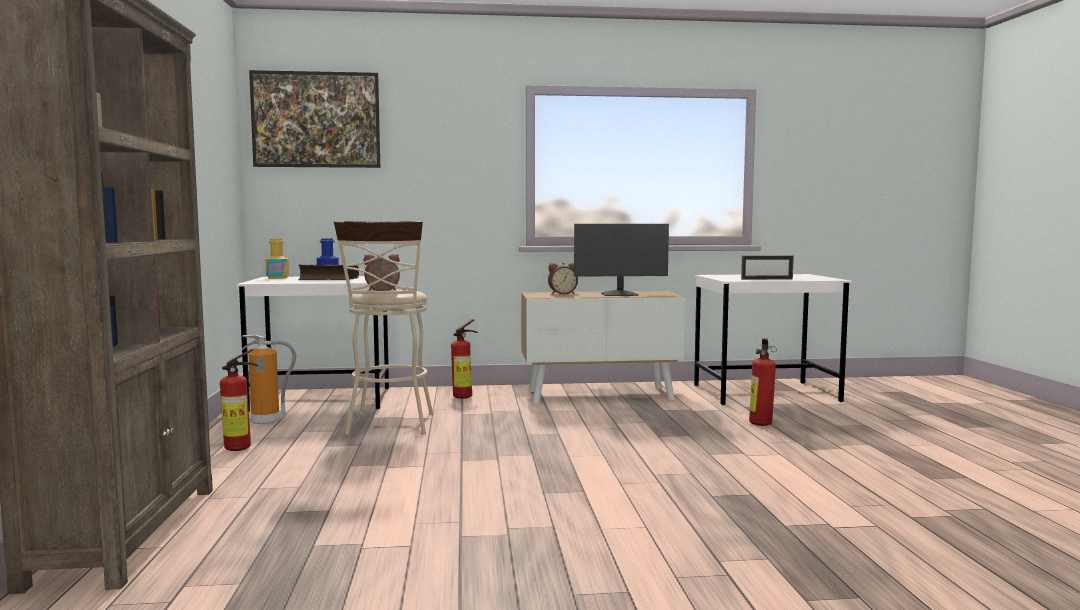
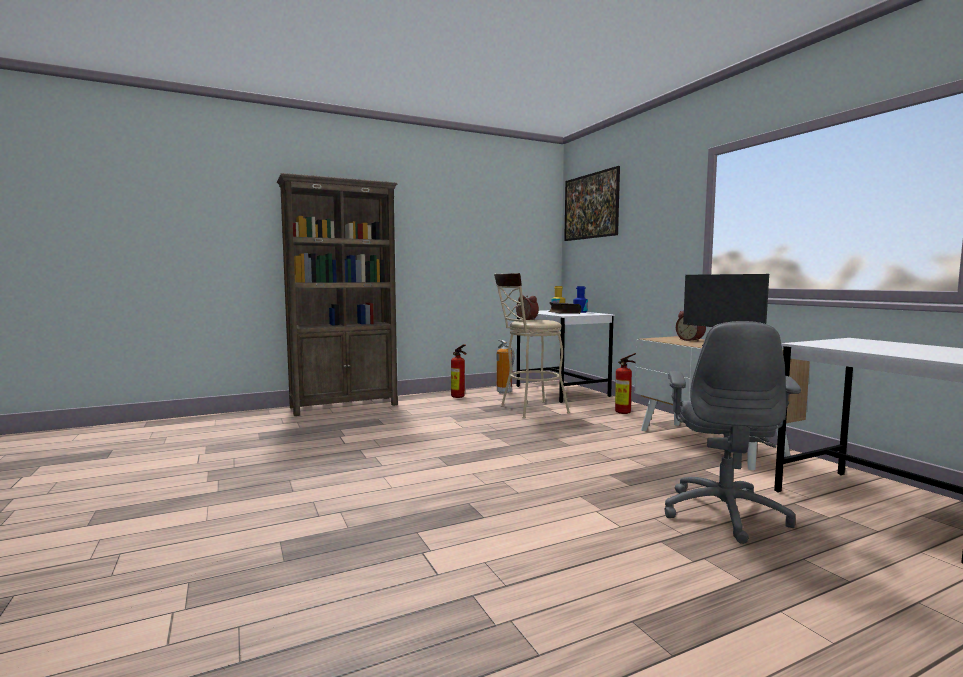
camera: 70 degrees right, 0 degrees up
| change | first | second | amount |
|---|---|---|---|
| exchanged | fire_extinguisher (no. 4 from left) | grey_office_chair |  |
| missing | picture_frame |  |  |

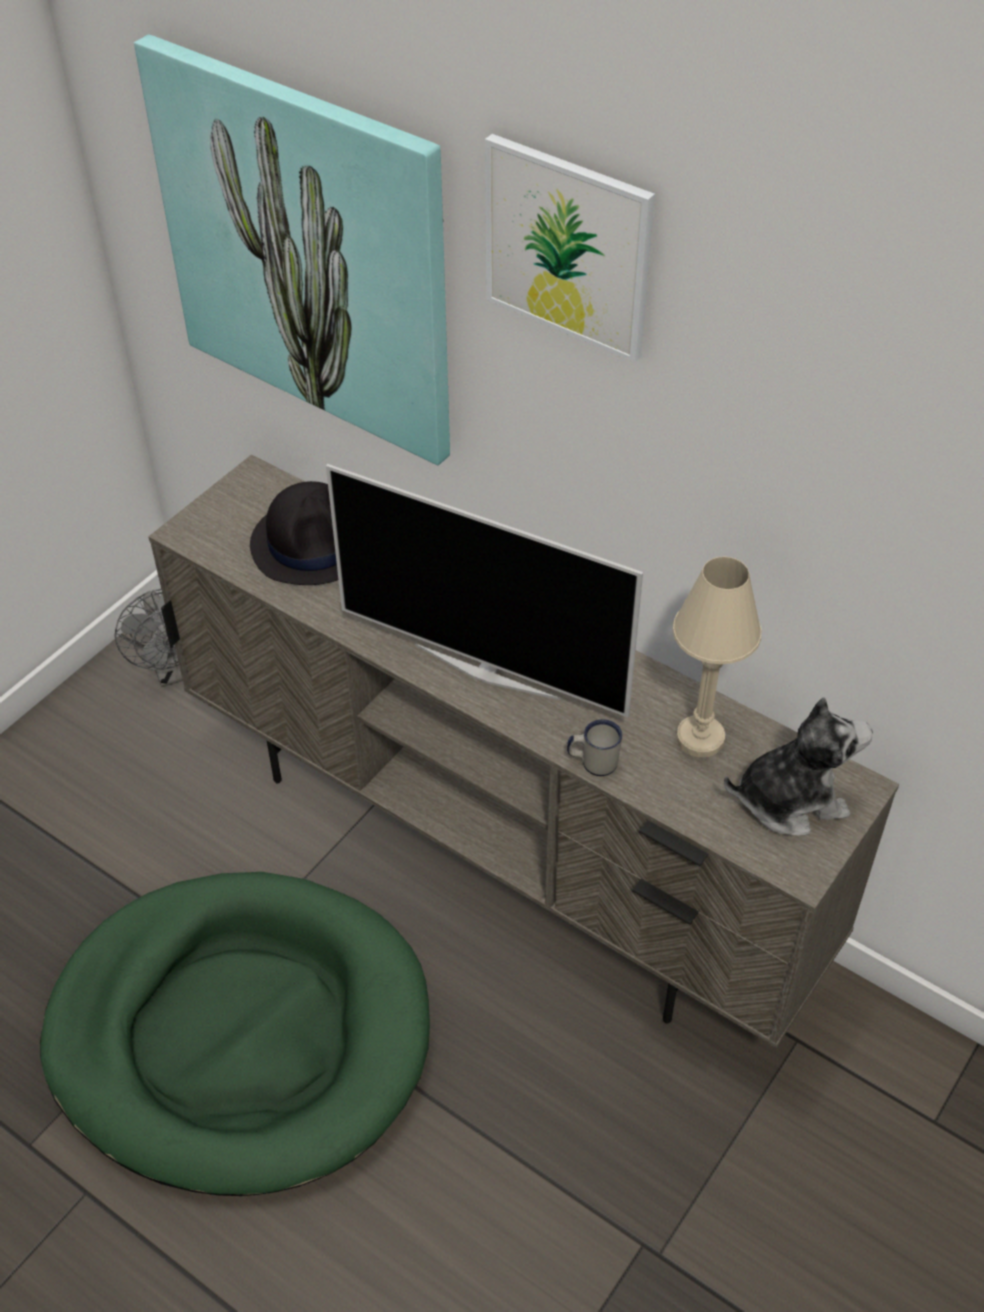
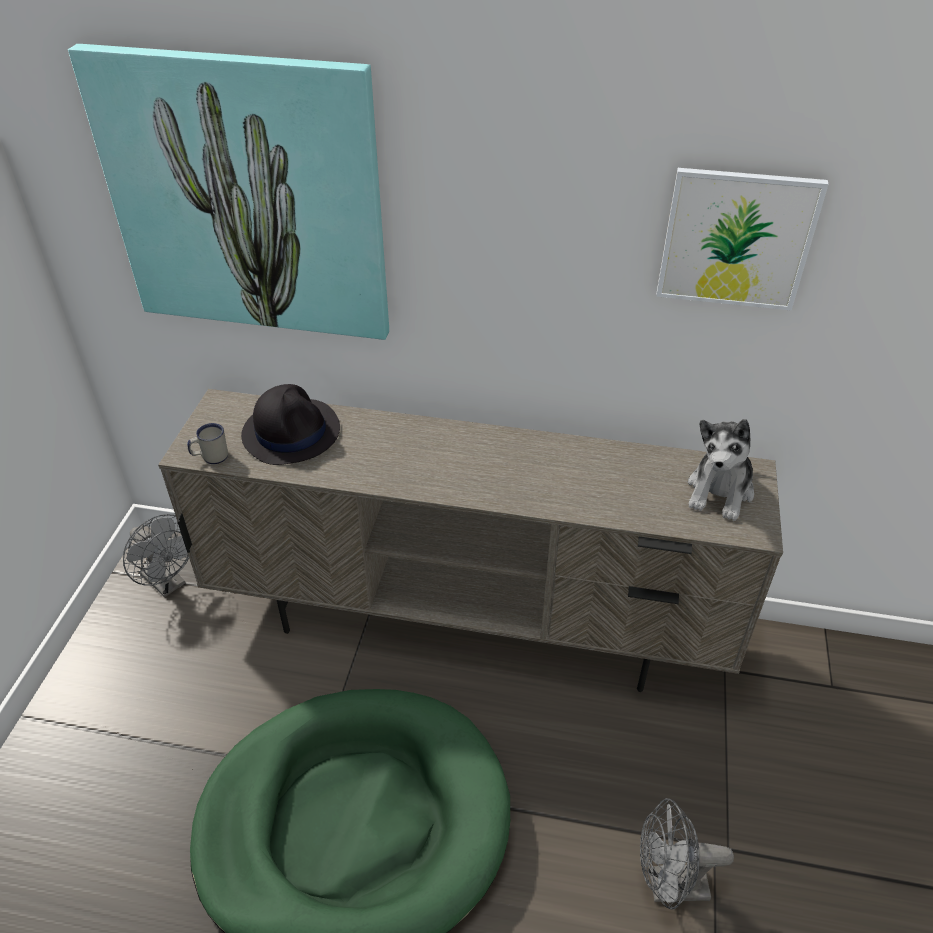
camera: 25 degrees left, 5 degrees down
| change | first | second | amount |
|---|---|---|---|
| relocated | white_mug |  |  |
| appeared |  | grey_fan (no. 2 from left) |  |
| relocated | picture (no. 2 from left) |  |  |
| spun | plush_toy |  | 150 degrees clockwise |
| missing | television |  |  |
| missing | beige_table_lamp |  |  |

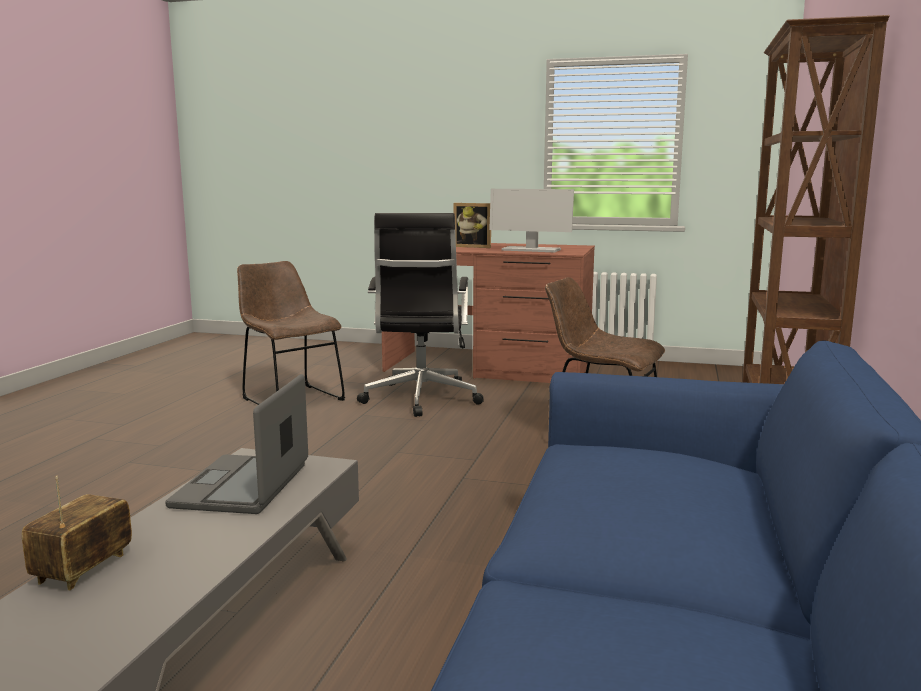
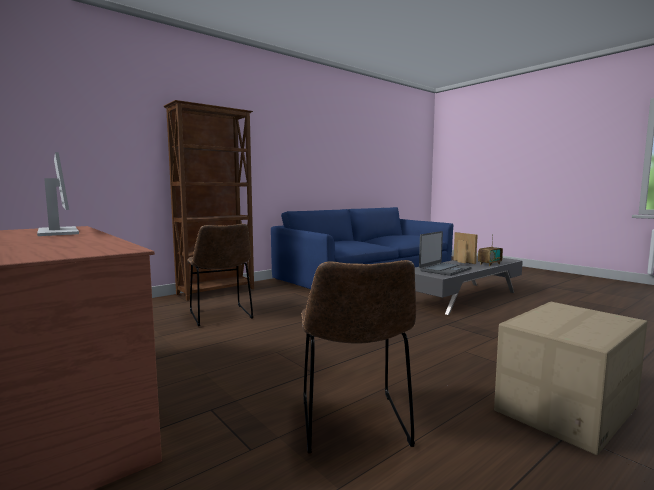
camera: 145 degrees left, 5 degrees down
| change | first | second | amount |
|---|---|---|---|
| relocated | picture_frame |  |  |
| appeared |  | cardboard_box |  |
| missing | black_office_chair |  |  |

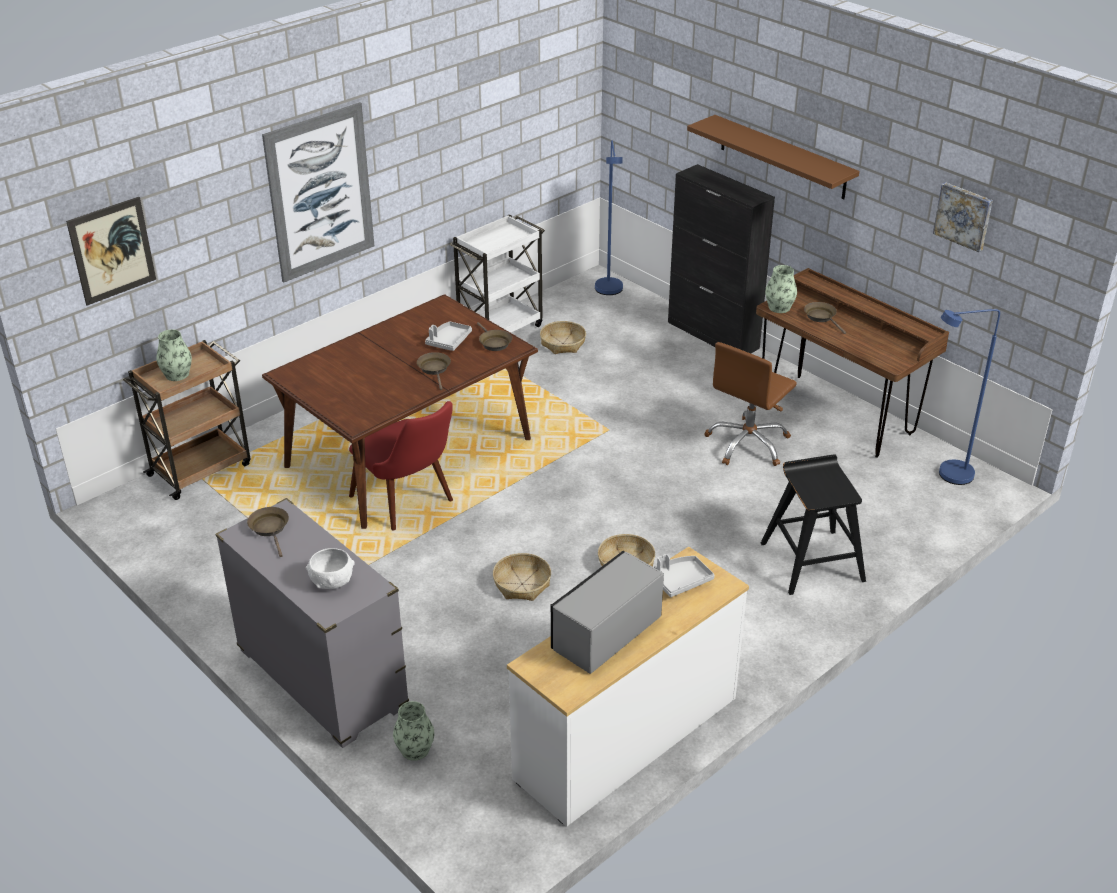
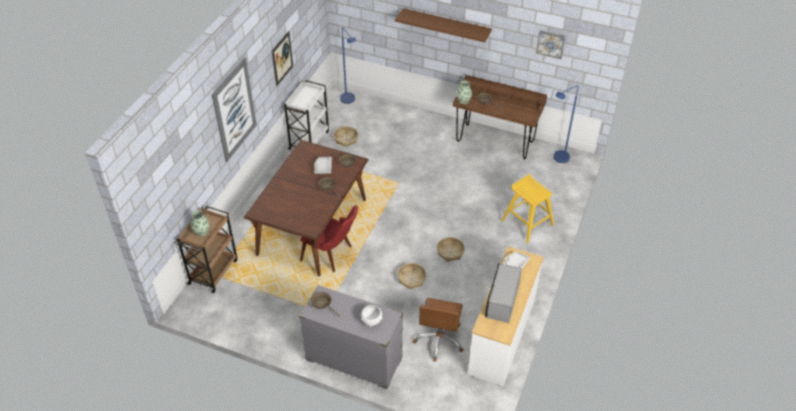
camera: 25 degrees left, 10 degrees up
| change | first | second | amount |
|---|---|---|---|
| relocated | picture (no. 1 from left in the first image) | picture (no. 2 from left) |  |
| relocated | brown_office_chair |  |  |
| colour | black_stool | yellow_stool |  |
| missing | vase (no. 2 from left) |  |  |
| missing | black_cabinet |  |  |

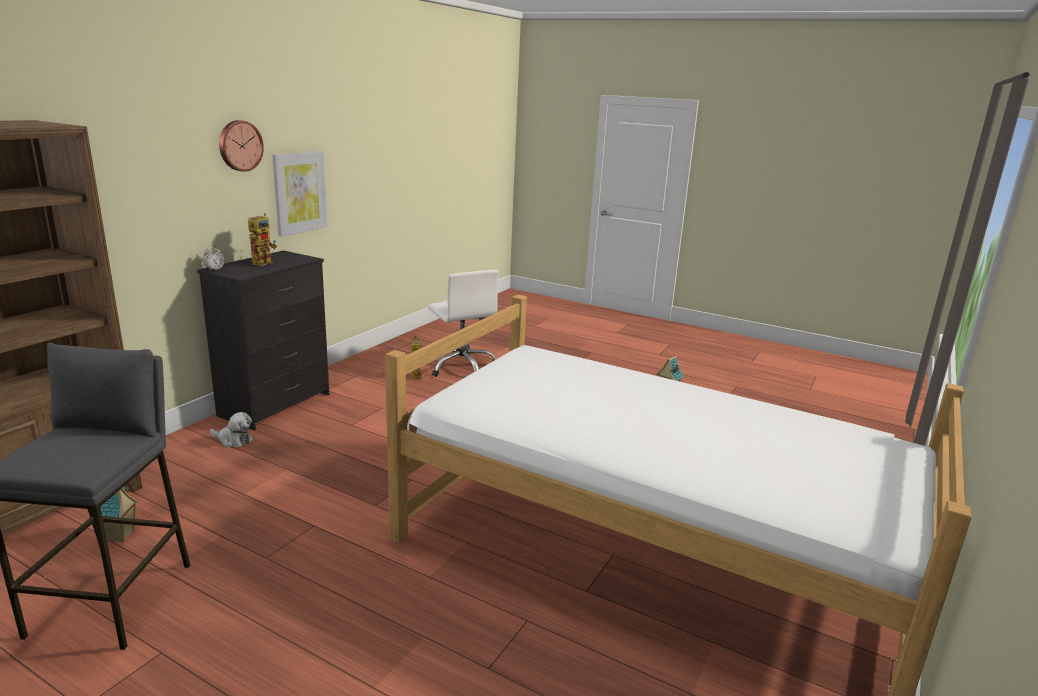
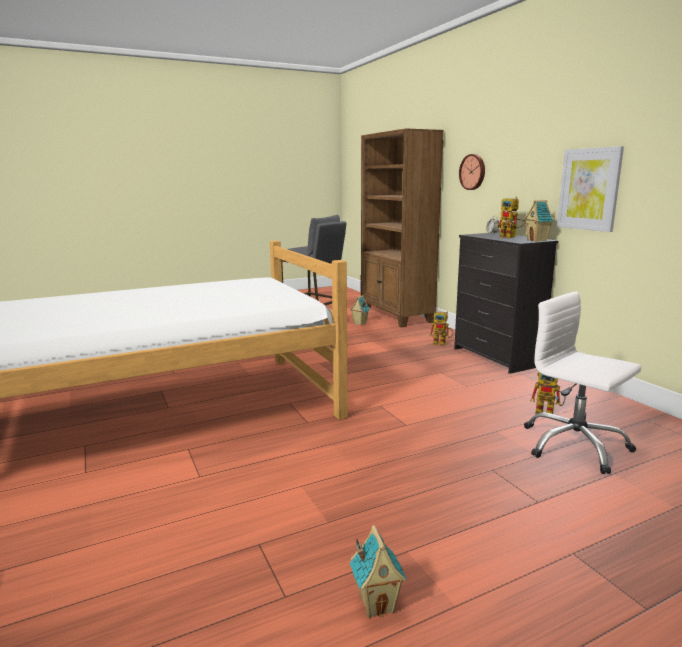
camera: 125 degrees right, 5 degrees down
| change | first | second | amount |
|---|---|---|---|
| exchanged | plush_toy | toy_robot (no. 1 from left) |  |
| relocated | wall_clock |  |  |
| appeared |  | toy_house (no. 3 from left) |  |
| spun | white_office_chair |  | 45 degrees clockwise |

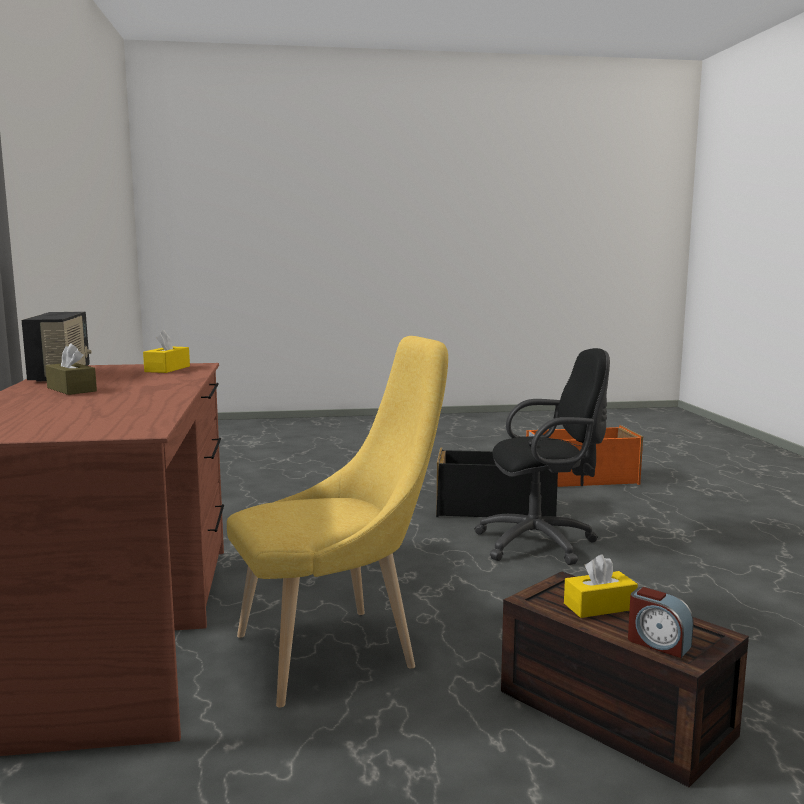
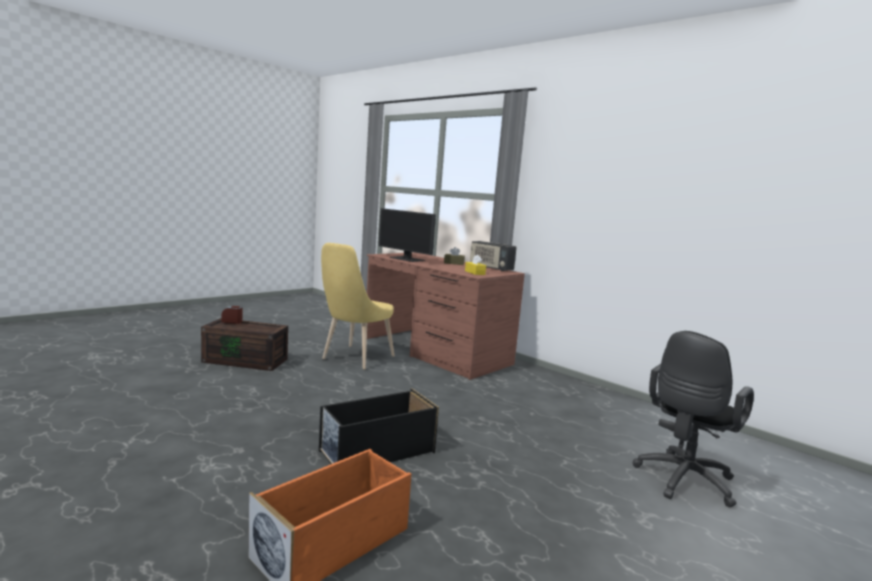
camera: 140 degrees right, 0 degrees up
| change | first | second | amount |
|---|---|---|---|
| appeared |  | monitor |  |
| relocated | black_office_chair |  |  |
| missing | yellow_tissue_box (no. 2 from left) |  |  |

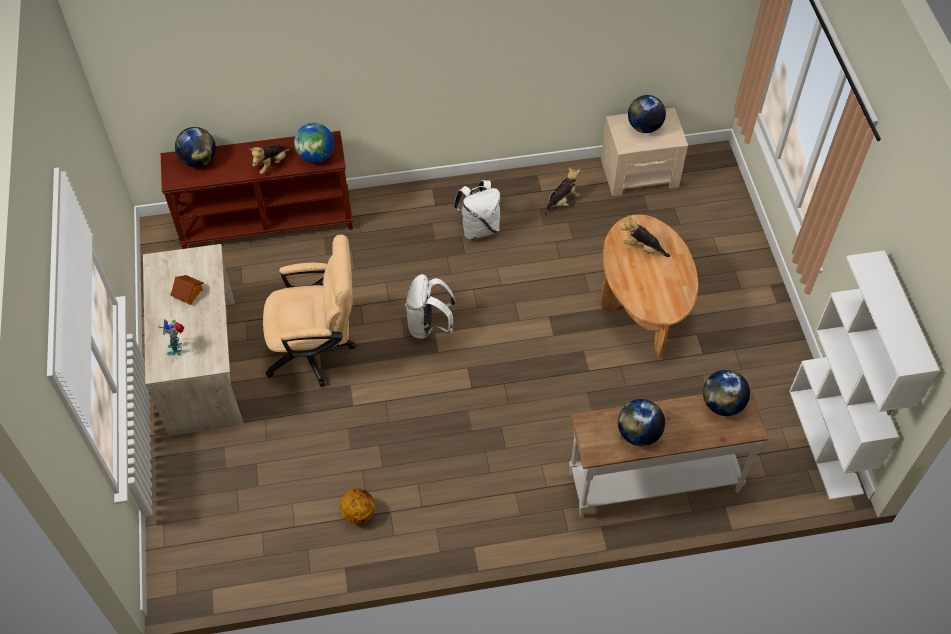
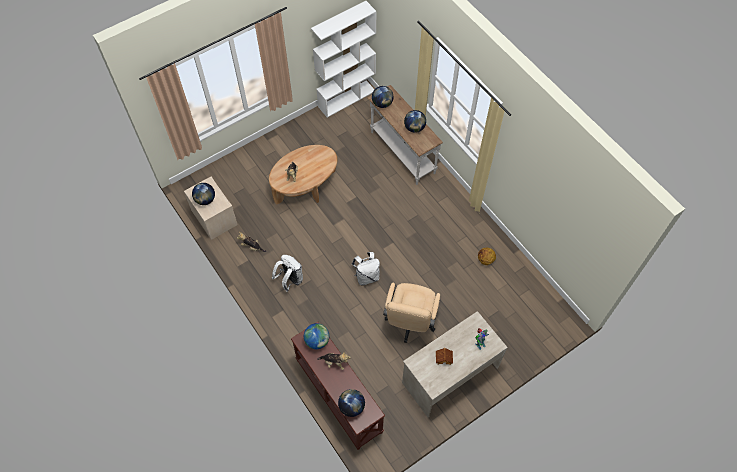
camera: 115 degrees left, 5 degrees up
| change | first | second | amount |
|---|---|---|---|
| spun | beige_office_chair |  | 135 degrees counterclockwise |

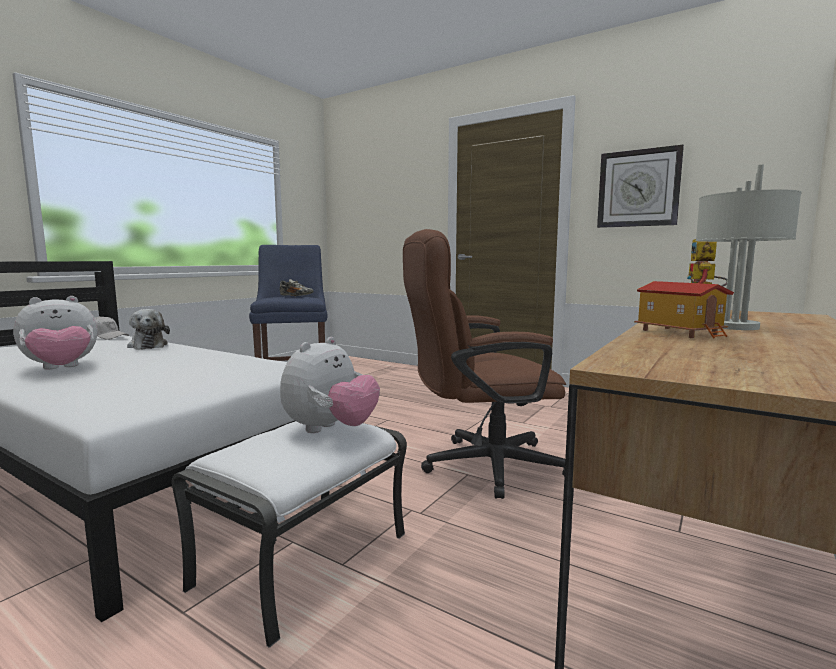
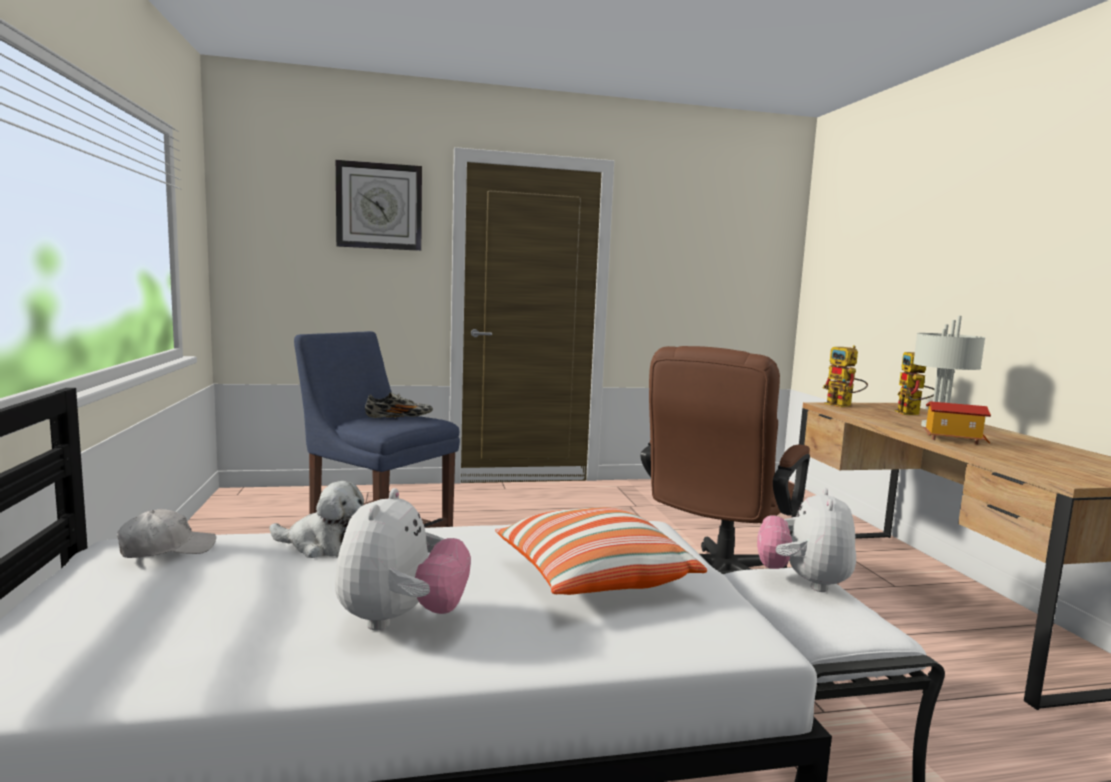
camera: 45 degrees left, 0 degrees up
| change | first | second | amount |
|---|---|---|---|
| relocated | wall_clock |  |  |
| appeared |  | pillow |  |
| spun | plush_toy (no. 3 from left) |  | 150 degrees counterclockwise |
| appeared |  | toy_robot (no. 2 from left) |  |

